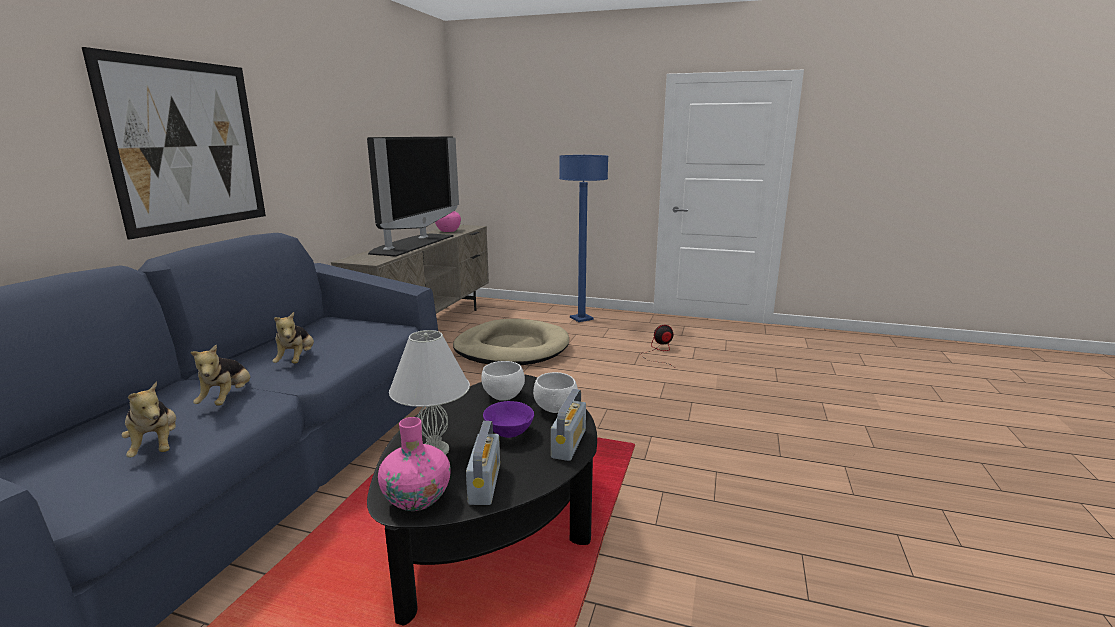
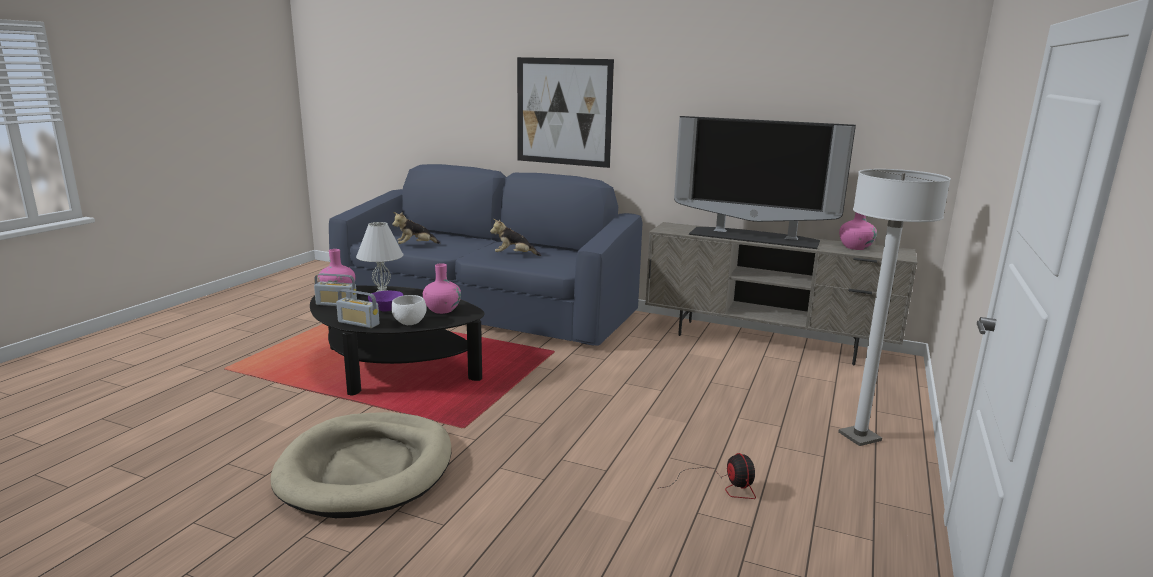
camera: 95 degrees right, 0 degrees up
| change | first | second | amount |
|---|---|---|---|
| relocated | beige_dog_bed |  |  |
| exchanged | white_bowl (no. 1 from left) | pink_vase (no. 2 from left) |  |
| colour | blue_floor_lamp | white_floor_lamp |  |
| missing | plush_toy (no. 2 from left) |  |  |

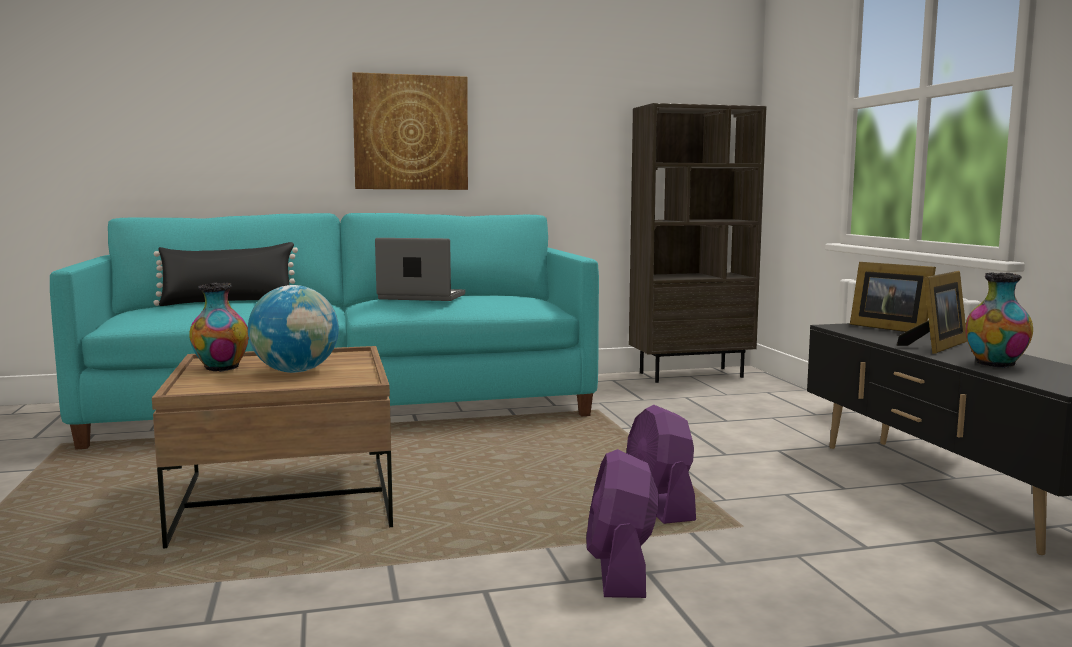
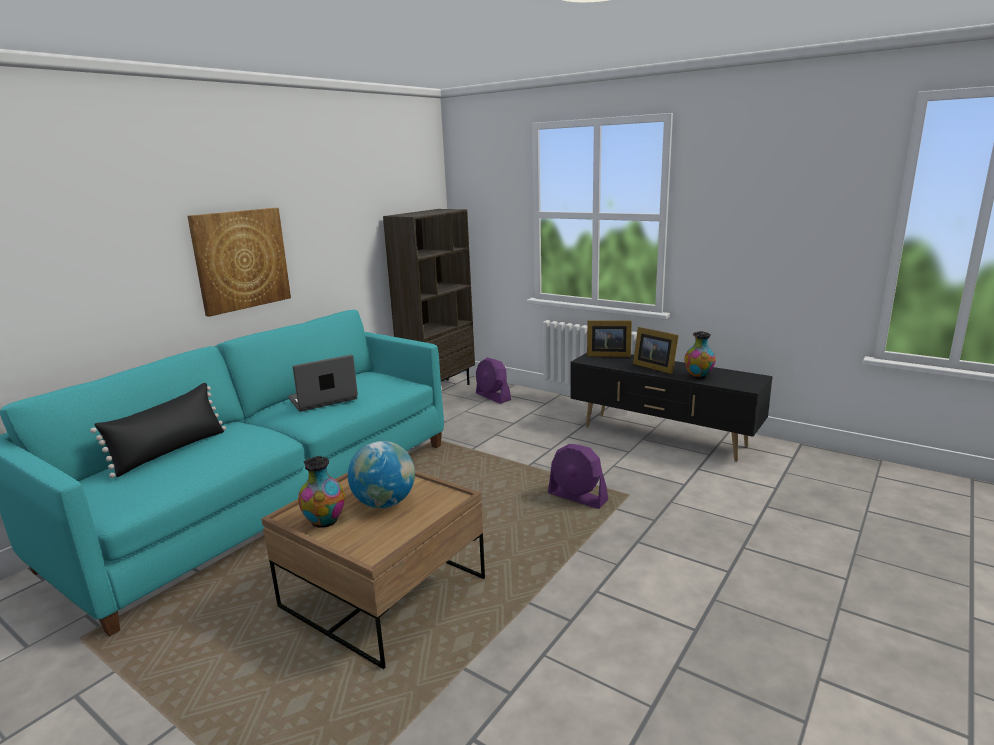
camera: 40 degrees left, 10 degrees up
| change | first | second | amount |
|---|---|---|---|
| relocated | purple_fan (no. 1 from left) |  |  |
| spun | picture_frame (no. 2 from left) |  | 135 degrees clockwise |

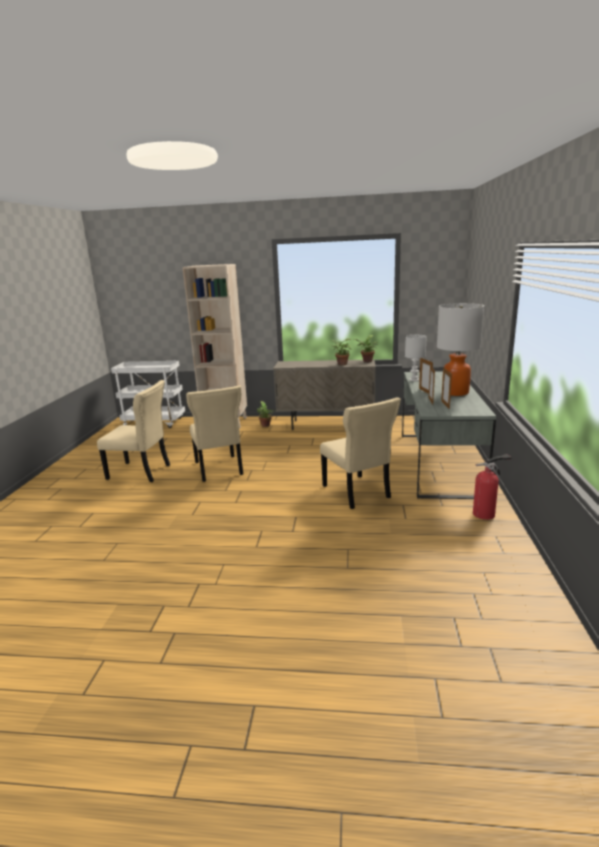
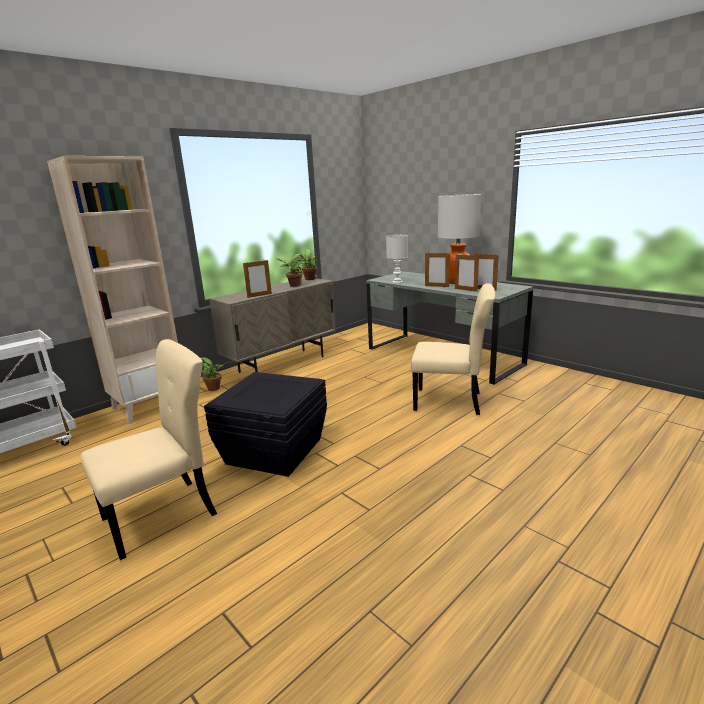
camera: 50 degrees left, 0 degrees up
| change | first | second | amount |
|---|---|---|---|
| exchanged | beige_chair (no. 2 from left) | black_storage_box |  |
| appeared |  | picture_frame (no. 1 from left) |  |
| missing | fire_extinguisher |  |  |

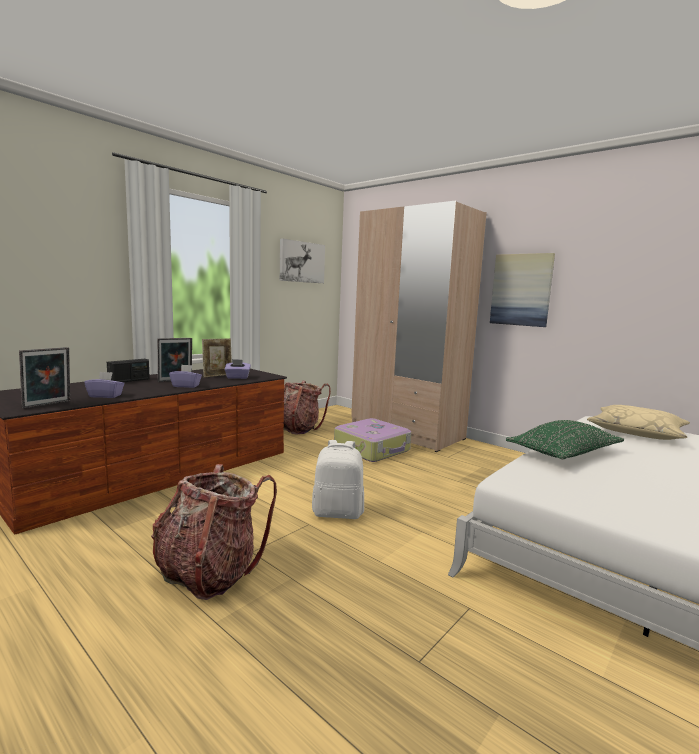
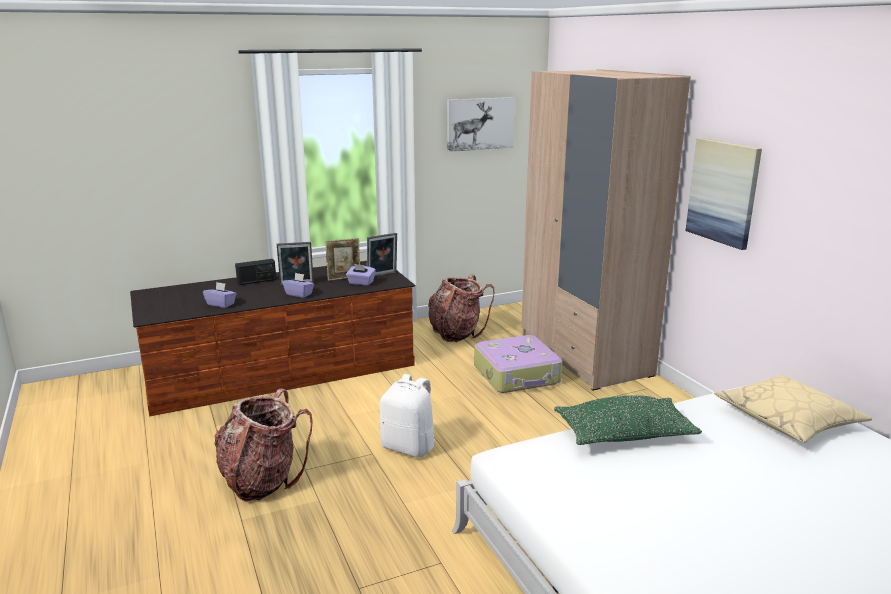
camera: 25 degrees right, 10 degrees up
| change | first | second | amount |
|---|---|---|---|
| relocated | picture_frame (no. 1 from left in the first image) | picture_frame (no. 3 from left) |  |

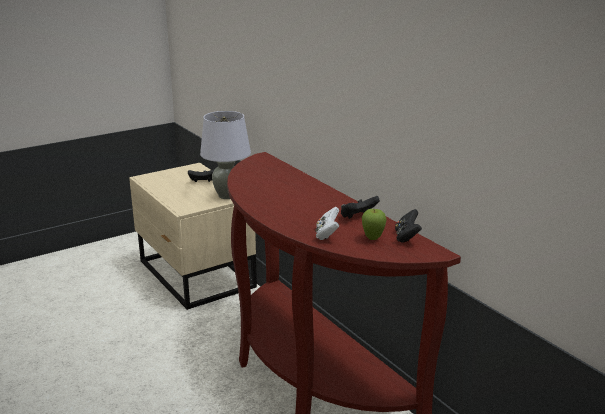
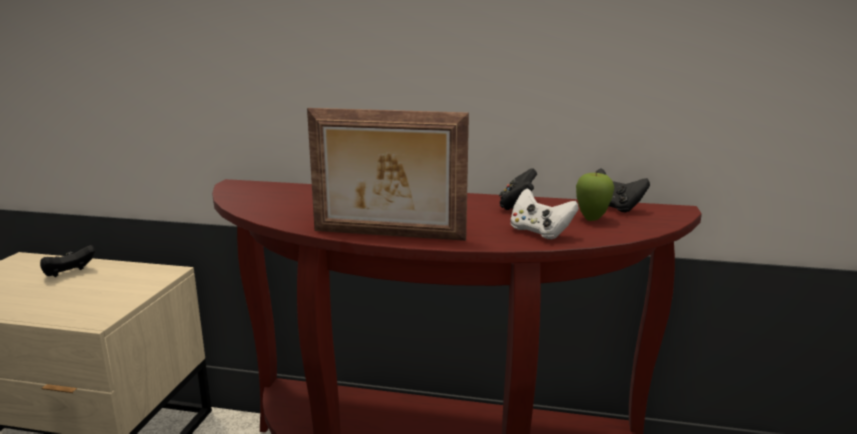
camera: 45 degrees left, 5 degrees down
| change | first | second | amount |
|---|---|---|---|
| appeared |  | picture_frame |  |
| missing | grey_table_lamp |  |  |

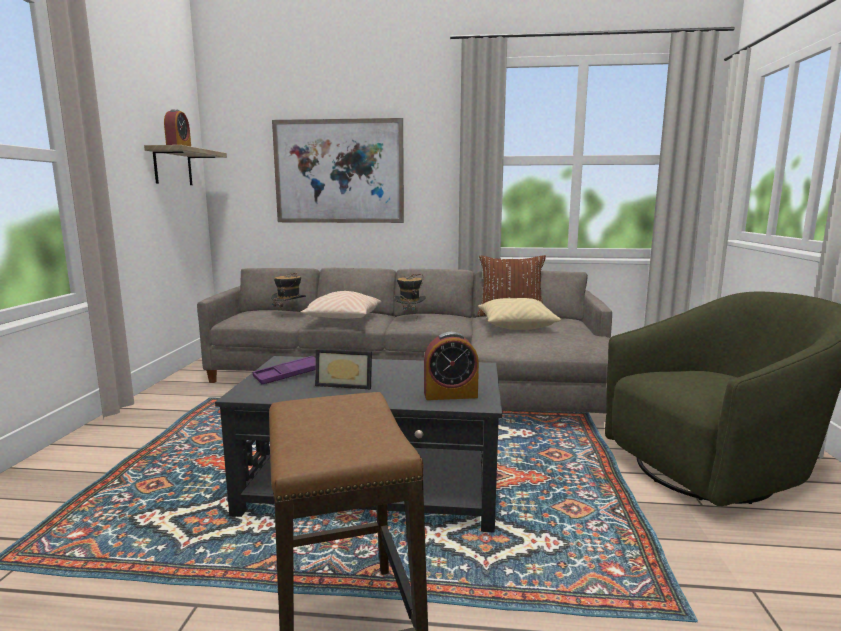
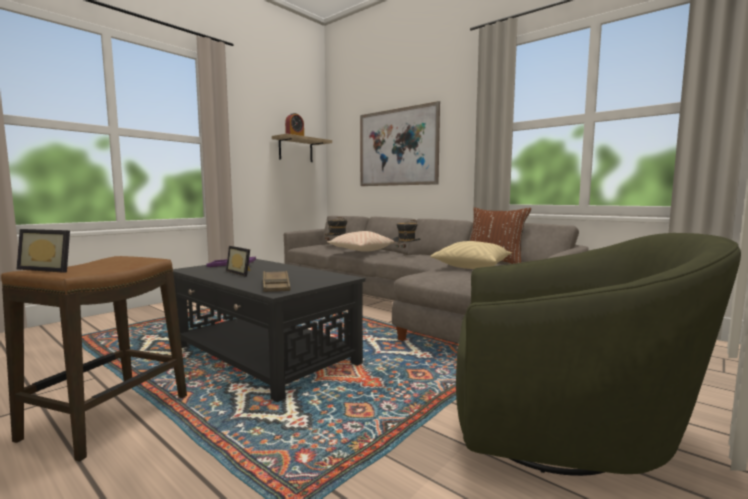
camera: 35 degrees right, 5 degrees down
| change | first | second | amount |
|---|---|---|---|
| appeared |  | picture_frame (no. 1 from left) |  |
| exchanged | alarm_clock (no. 2 from left) | brown_tray |  |

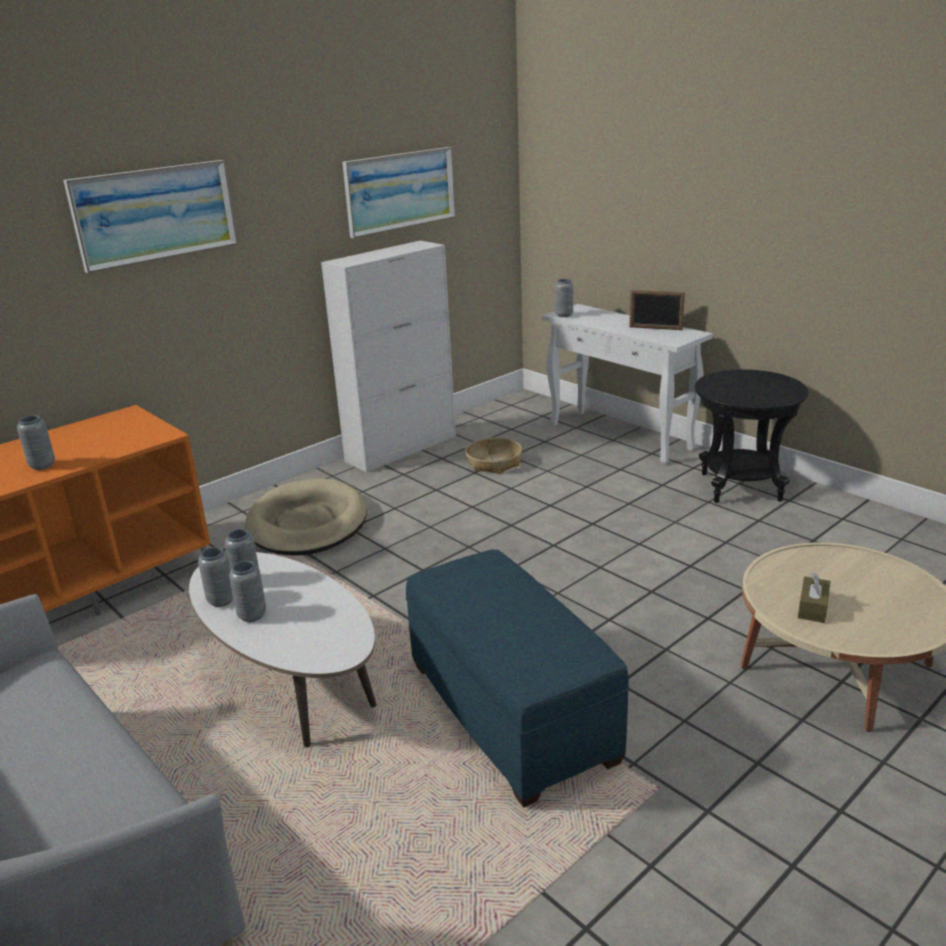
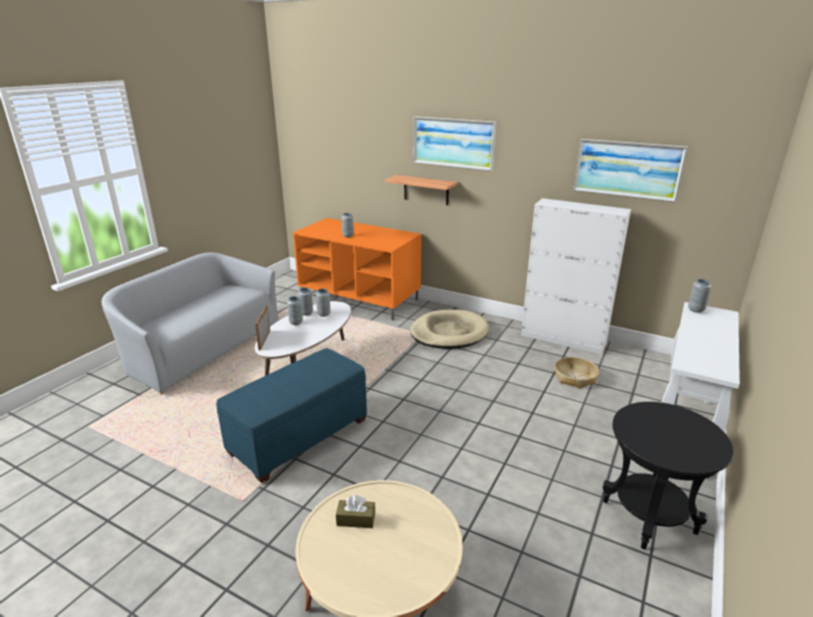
camera: 70 degrees right, 0 degrees up
| change | first | second | amount |
|---|---|---|---|
| relocated | picture_frame |  |  |
| appeared |  | shelf |  |

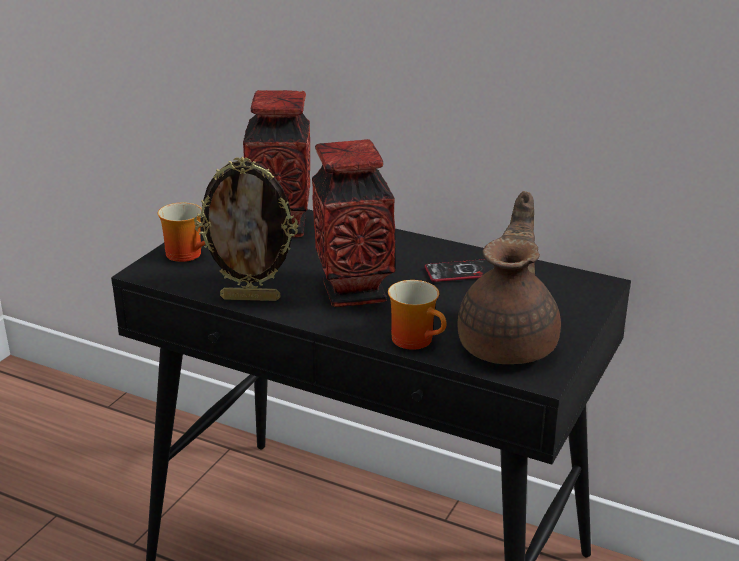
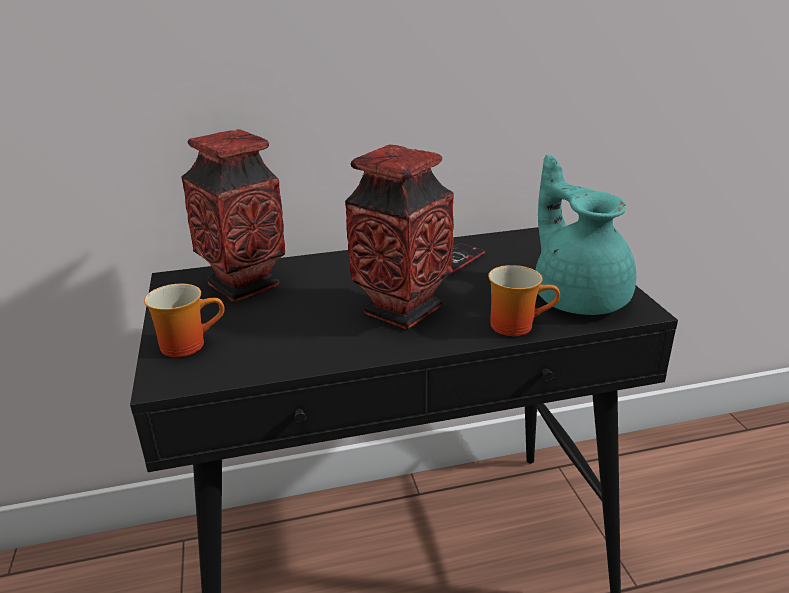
camera: 40 degrees left, 0 degrees up
| change | first | second | amount |
|---|---|---|---|
| colour | brown_teapot | turquoise_teapot |  |
| missing | picture_frame |  |  |

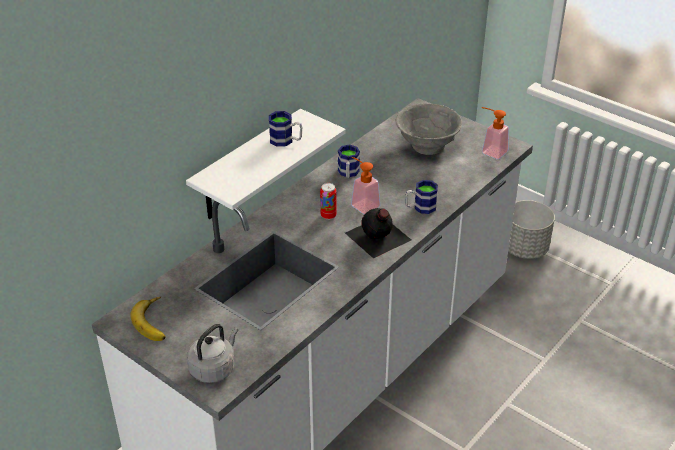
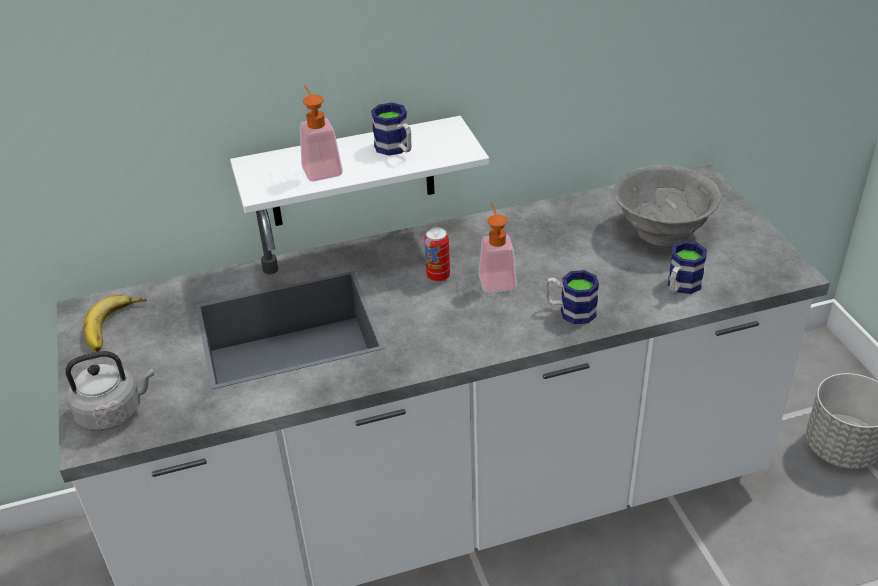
camera: 35 degrees right, 0 degrees up
| change | first | second | amount |
|---|---|---|---|
| relocated | soap_dispenser (no. 2 from left in the first image) | soap_dispenser (no. 1 from left) |  |
| relocated | mug (no. 2 from left in the first image) | mug (no. 3 from left) |  |
| missing | black_bottle |  |  |

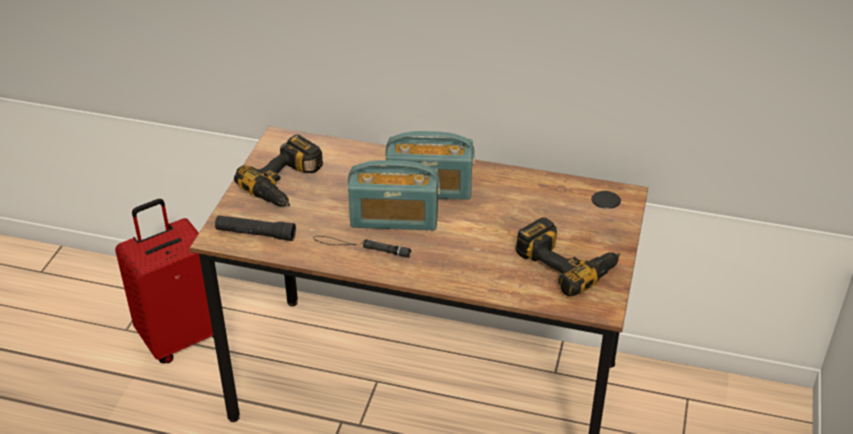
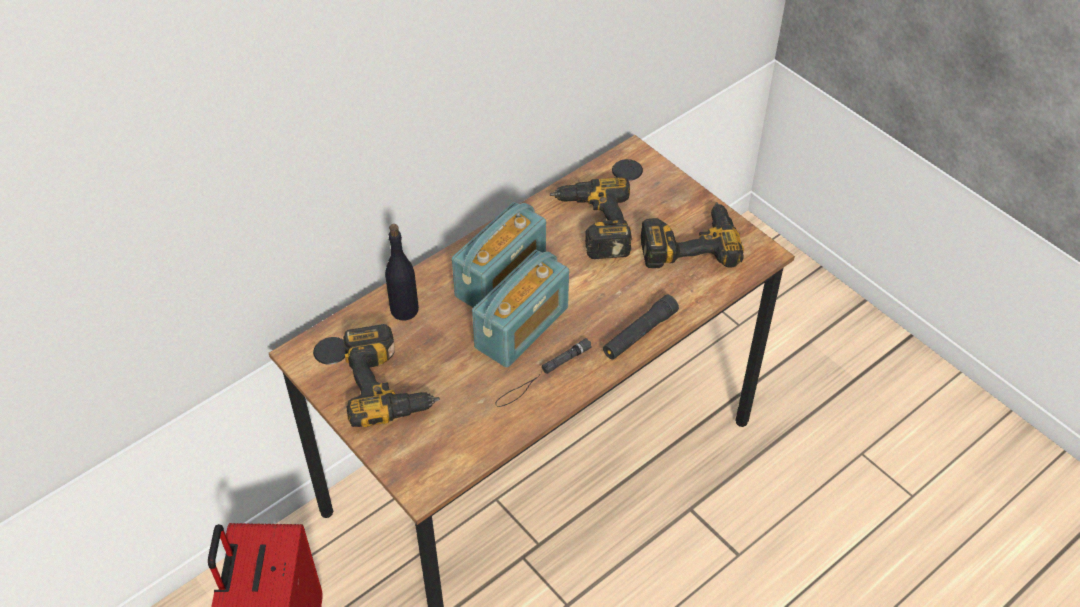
camera: 55 degrees left, 10 degrees up
| change | first | second | amount |
|---|---|---|---|
| appeared |  | black_bottle |  |
| appeared |  | power_drill (no. 2 from left) |  |
| relocated | black_flashlight (no. 1 from left in the first image) | black_flashlight (no. 2 from left) |  |

